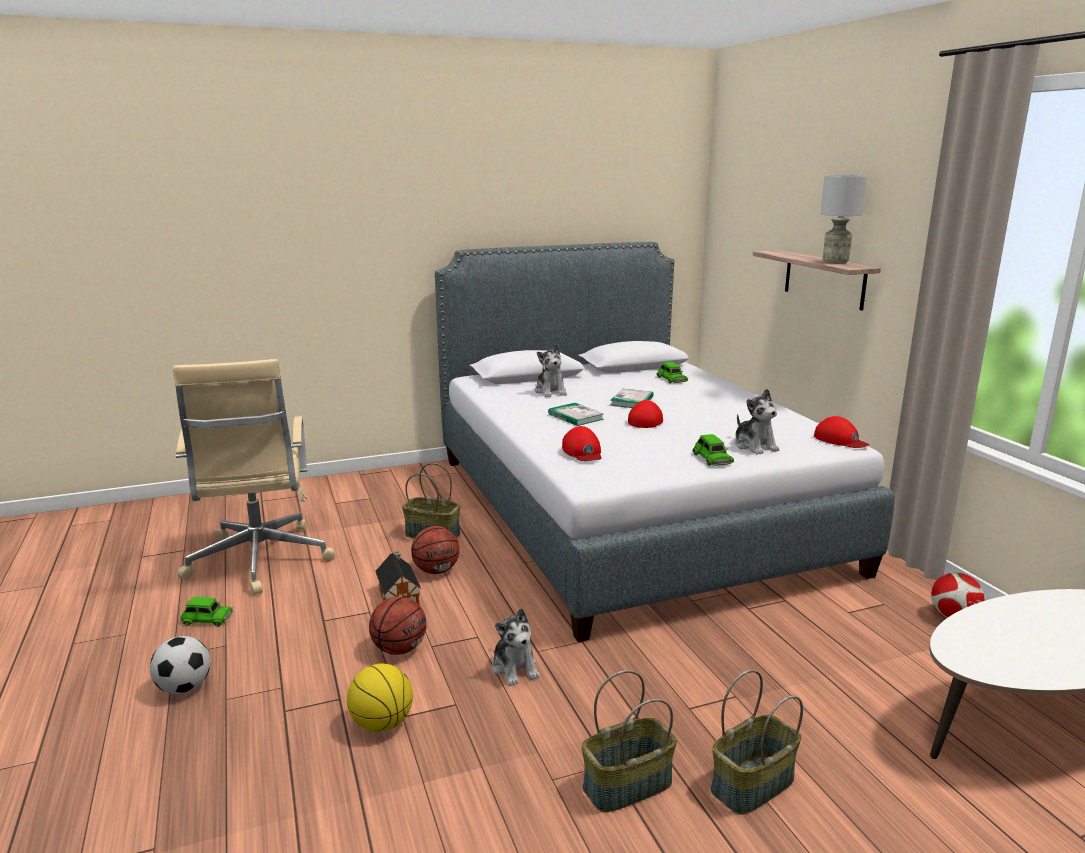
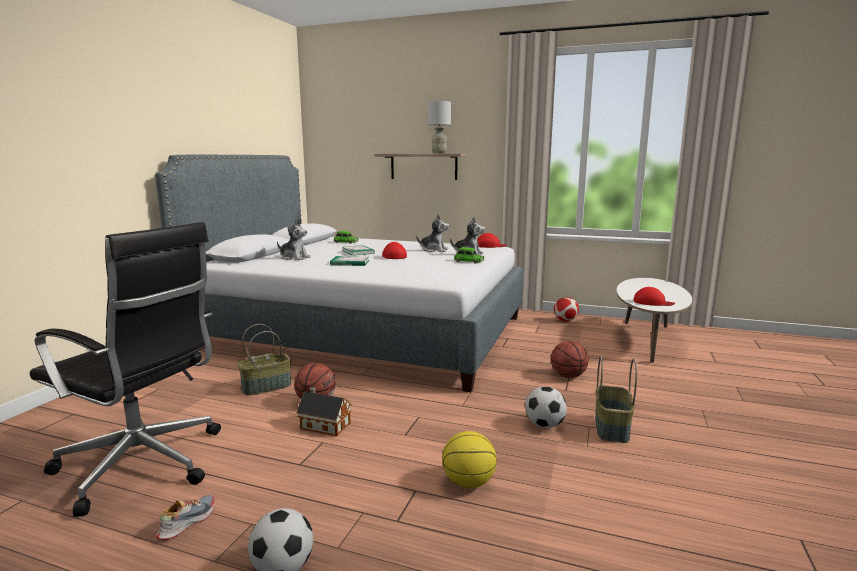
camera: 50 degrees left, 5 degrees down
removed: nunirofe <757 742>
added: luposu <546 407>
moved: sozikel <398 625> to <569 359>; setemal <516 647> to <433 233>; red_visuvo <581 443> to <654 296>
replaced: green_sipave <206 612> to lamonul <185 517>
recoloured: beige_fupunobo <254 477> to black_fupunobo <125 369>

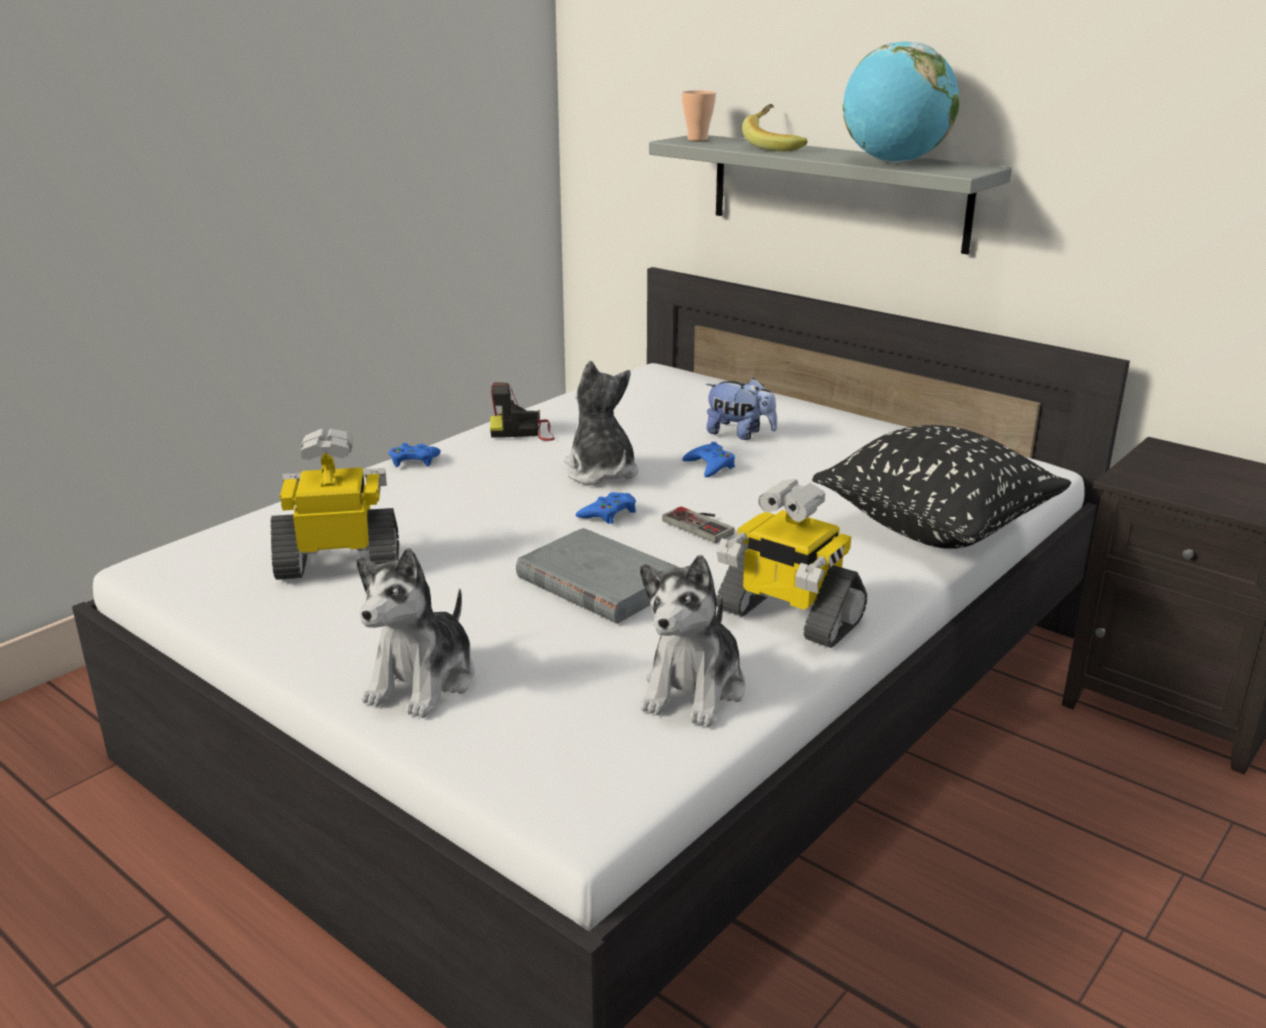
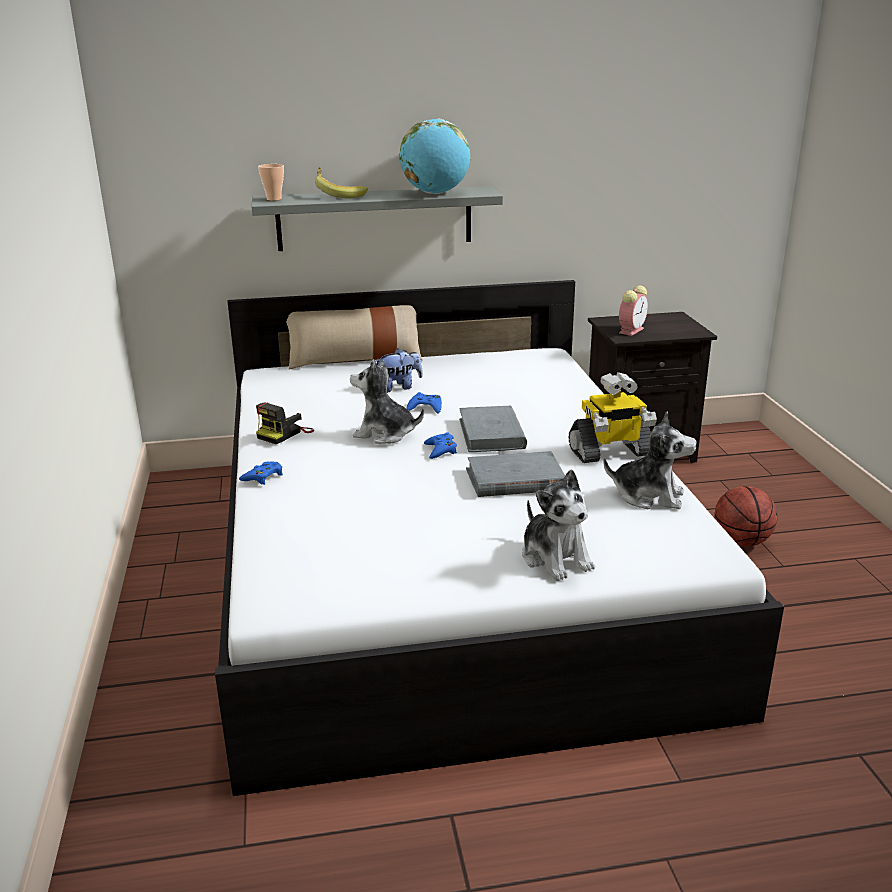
camera: 50 degrees left, 0 degrees up
removed: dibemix <335 504>; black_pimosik <941 487>
added: beige_pimosik <354 337>; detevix <633 311>; sozikel <746 516>
replaced: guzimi <698 525> to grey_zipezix <493 429>
turned: setemal <693 641> = <650 460> 45 degrees counterclockwise

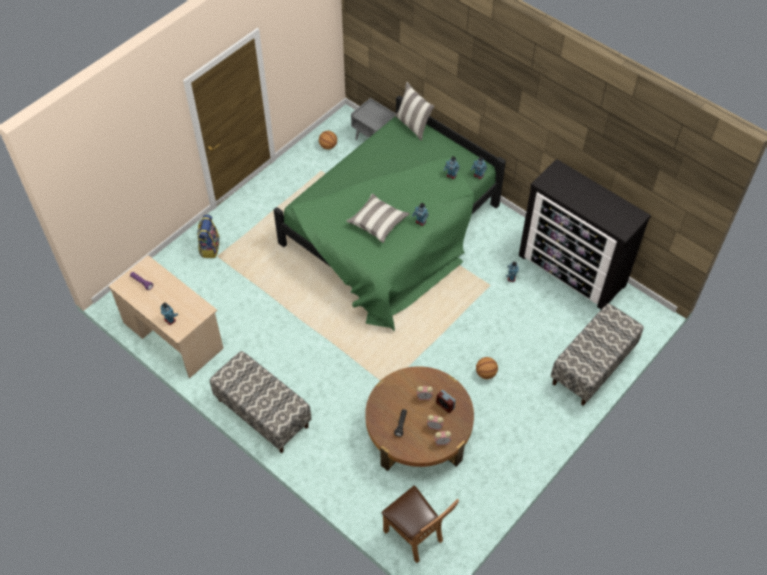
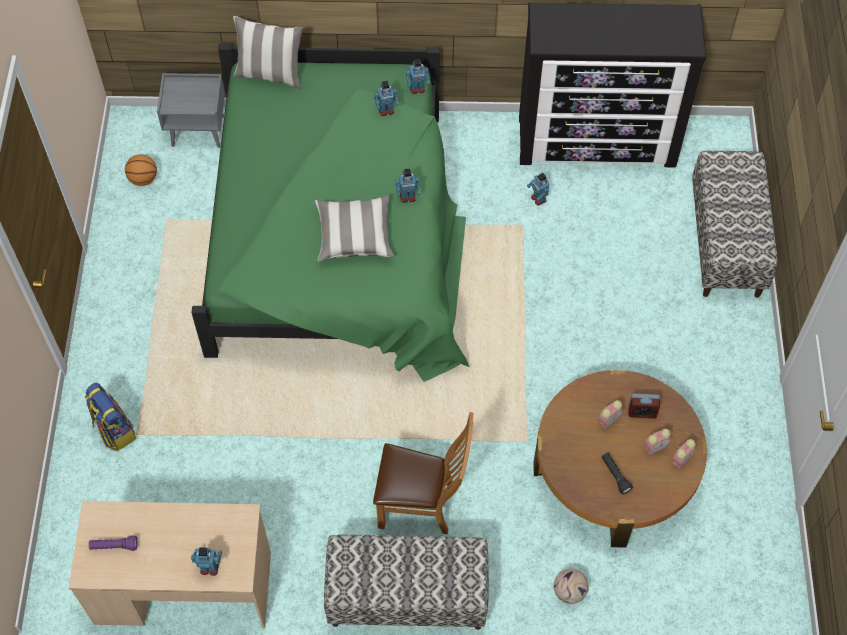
camera: 40 degrees left, 5 degrees up
removed: sozikel <487 368>
added: luposu <571 586>
moved: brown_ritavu <420 524> to <423 473>

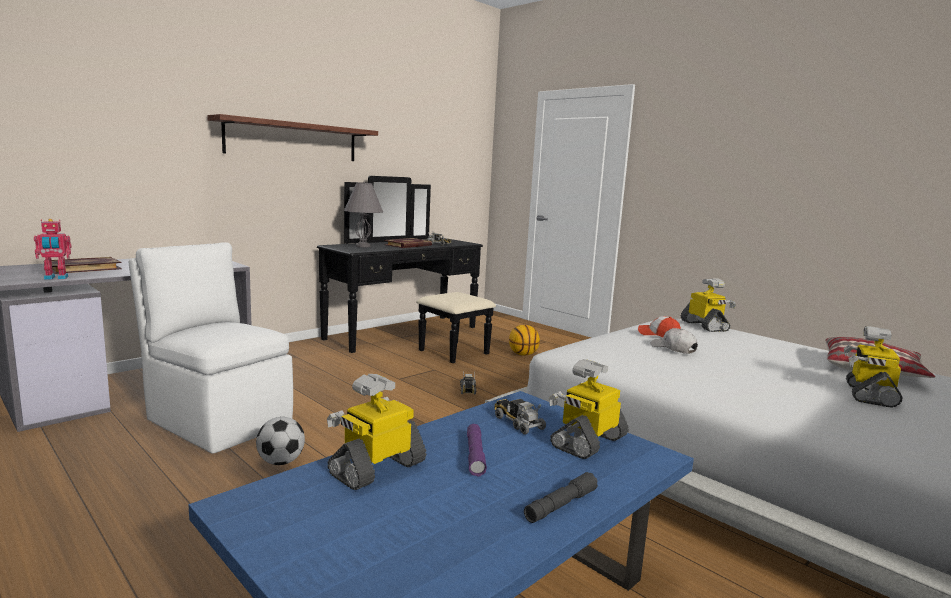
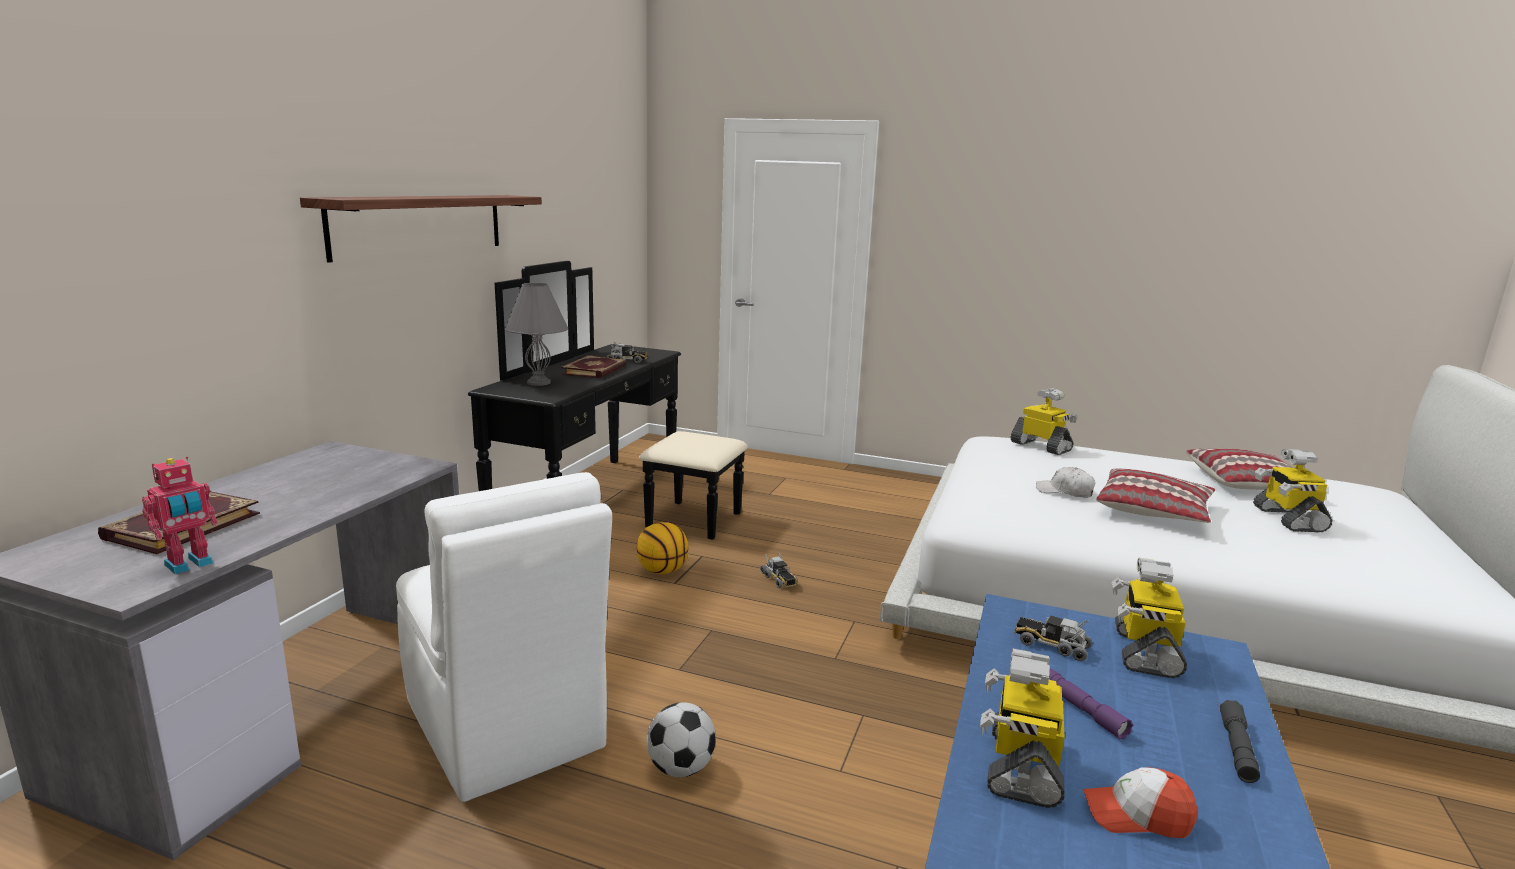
camera: 25 degrees left, 5 degrees up
added: pimosik <1155 496>
moved: sozikel <524 340> to <662 548>; visuvo <659 326> to <1140 802>
turned: white_ritavu <211 347> = <504 637> 135 degrees counterclockwise

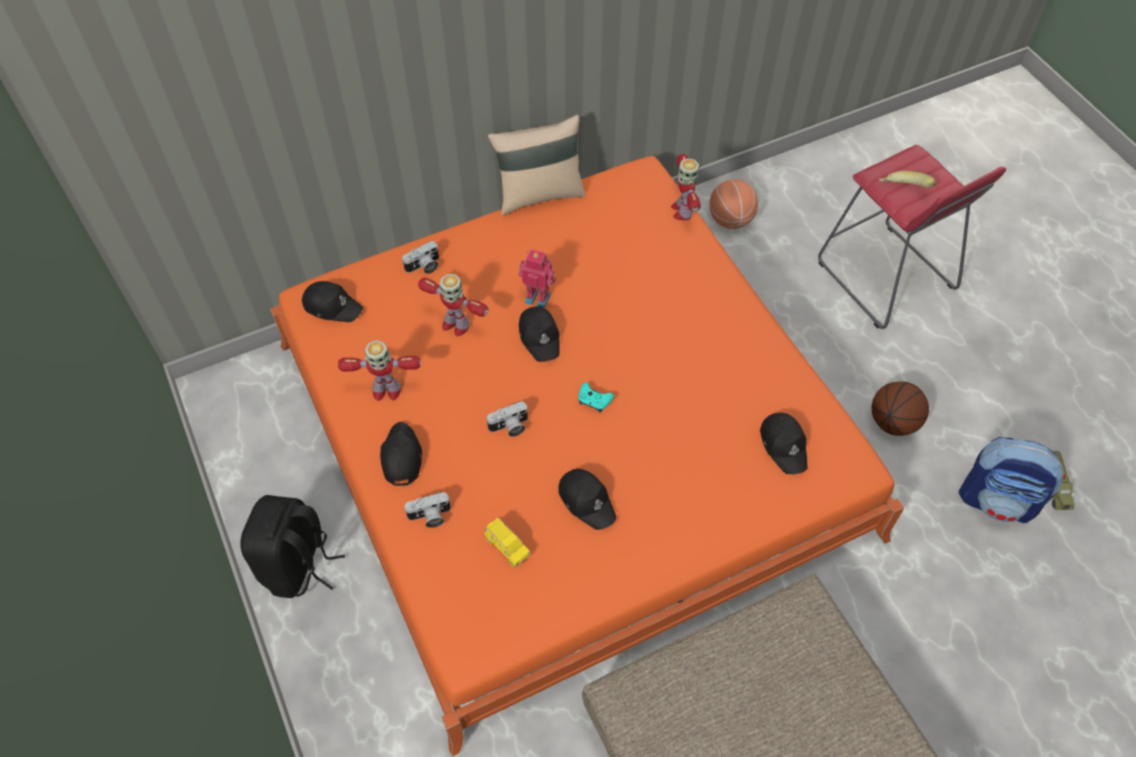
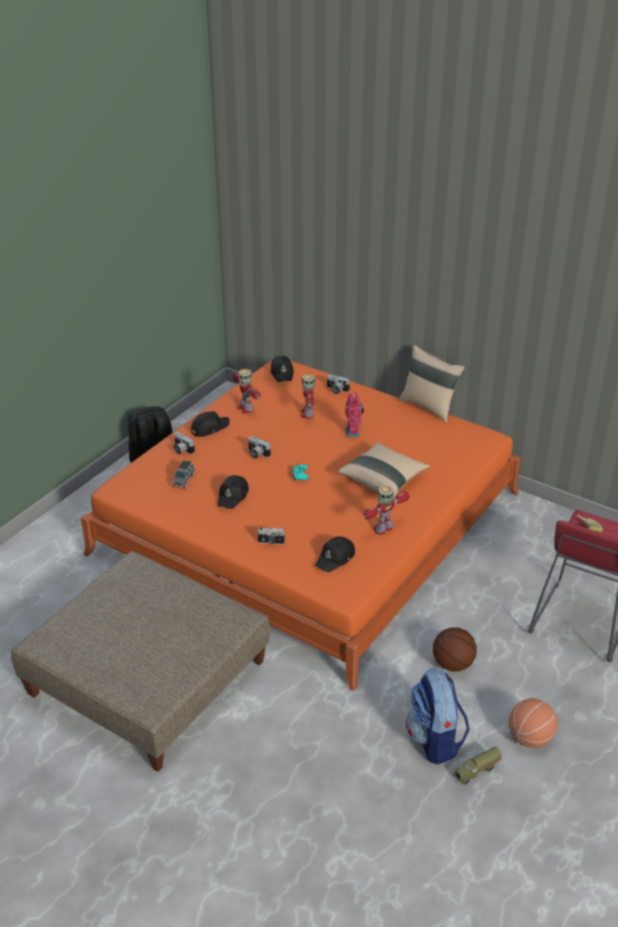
camera: 60 degrees right, 20 degrees down
removed: black_visuvo <539 334>
added: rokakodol <271 536>; beige_pimosik <384 470>
moved: dibemix <686 187> to <386 510>; sozikel <733 204> to <533 723>
recoloured: yellow_sipave <507 542> to grey_sipave <184 474>

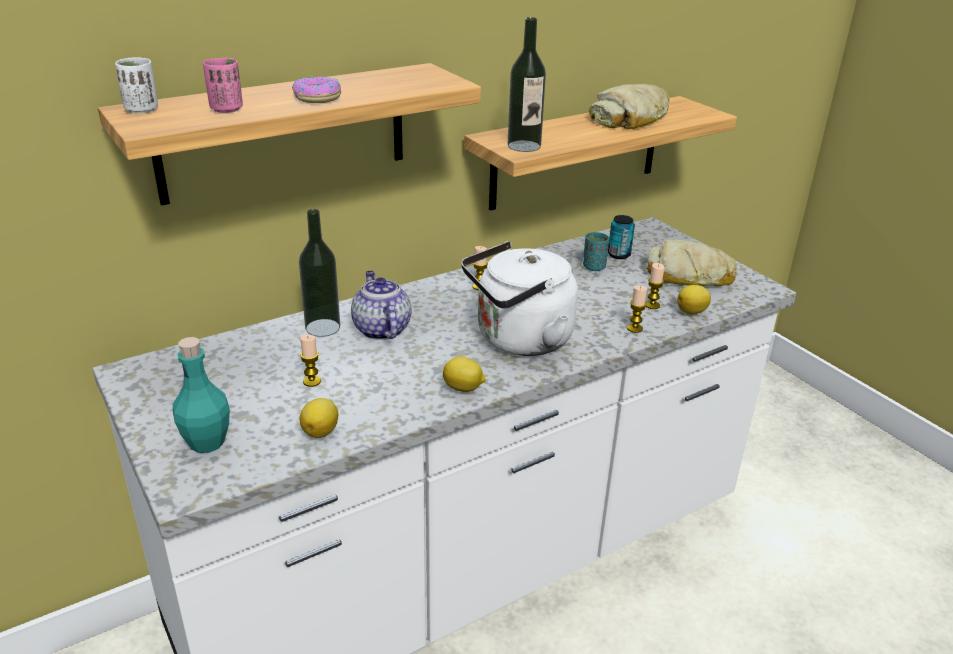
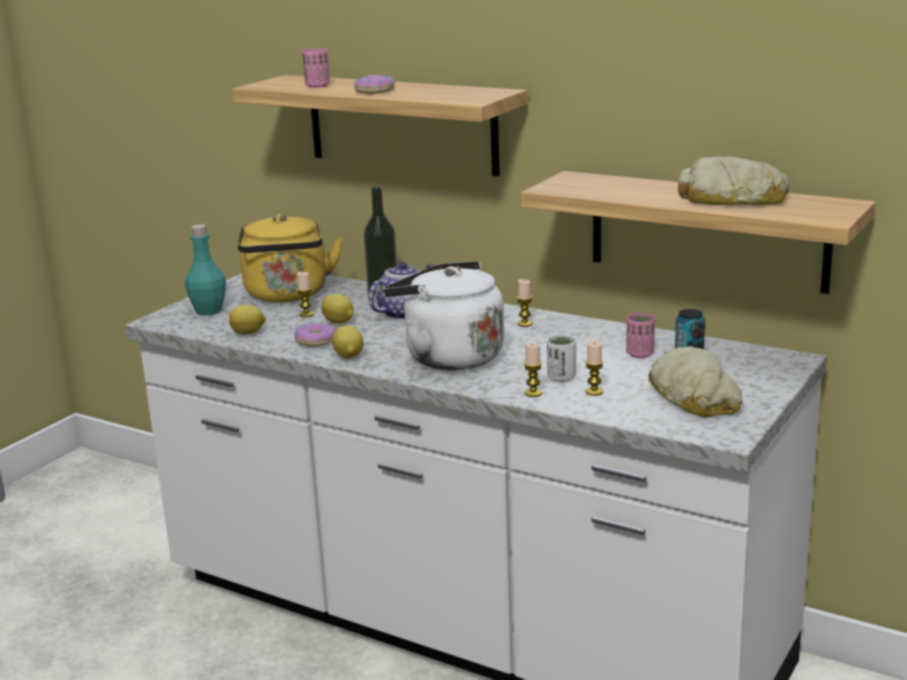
camera: 65 degrees right, 10 degrees down
removed: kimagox <527 84>
added: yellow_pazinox <290 258>; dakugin <315 335>
moved: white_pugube <136 85> to <561 358>; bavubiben <694 299> to <337 309>
recoloured: turquoise_pugube <596 251> to pink_pugube <640 335>

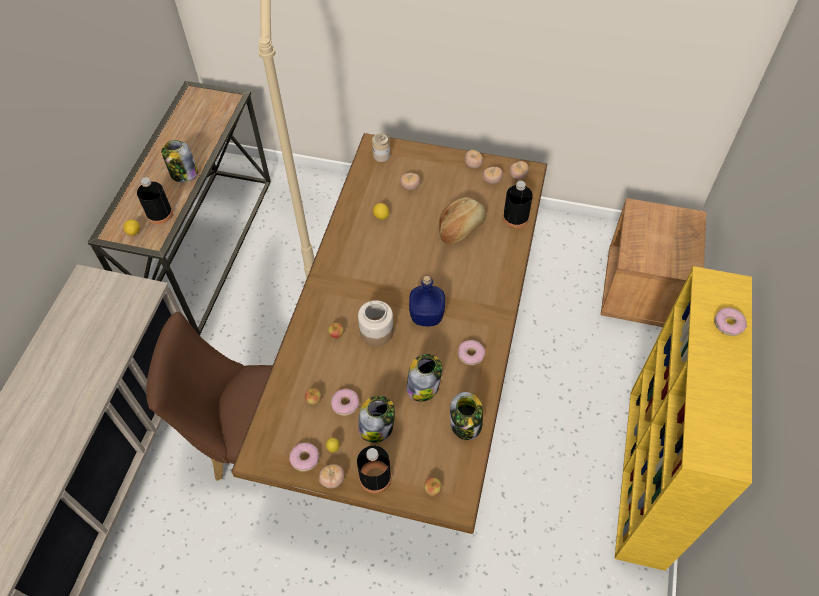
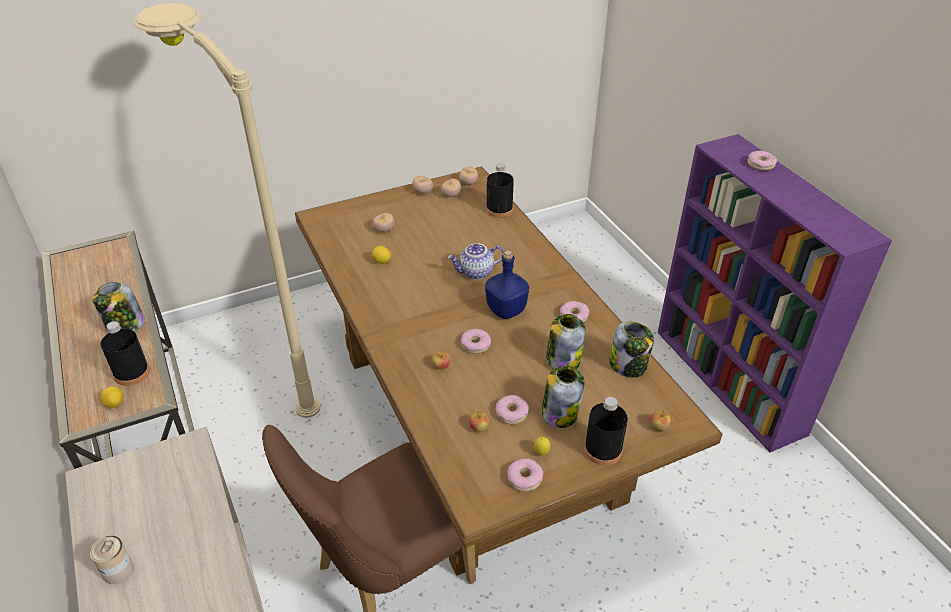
camera: 40 degrees left, 15 degrees down
removed: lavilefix <332 476>; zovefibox <463 221>; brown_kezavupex <653 262>
added: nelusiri <476 261>
moved: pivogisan <381 147> to <112 559>
replaced: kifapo <376 323> to dakugin <476 341>
recoloured: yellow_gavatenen <683 418> to purple_gavatenen <775 293>

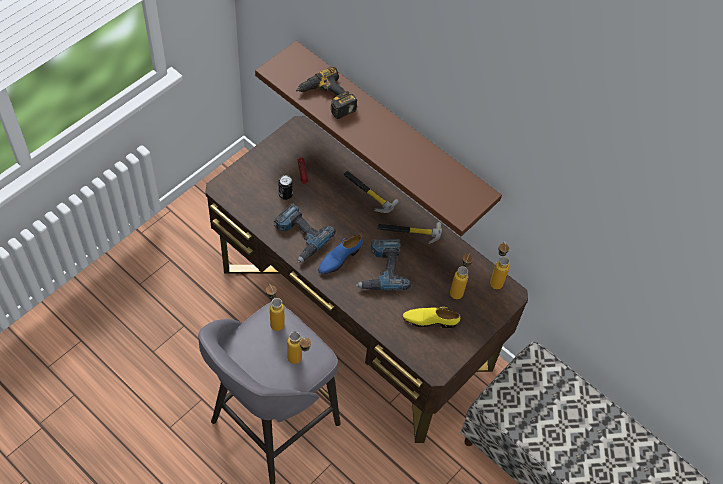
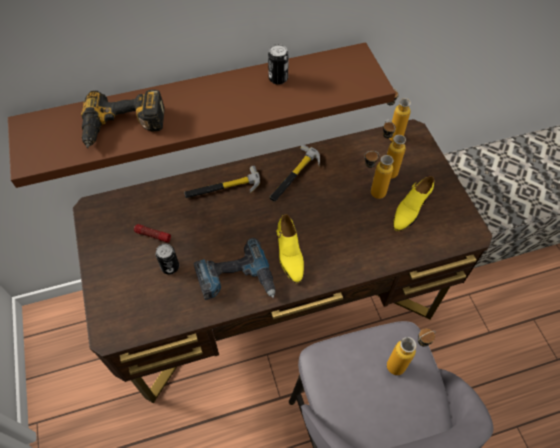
camera: 55 degrees left, 0 degrees up
removed: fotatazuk <383 265>
added: pivogisan <278 64>
moved: kimagox <275 307> to <379 175>
recoloured: blue_lamonul <340 254> to yellow_lamonul <290 248>

